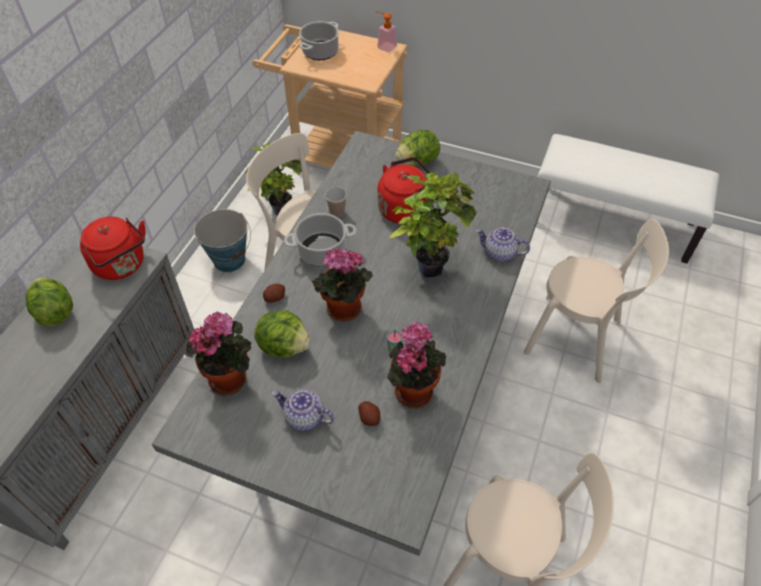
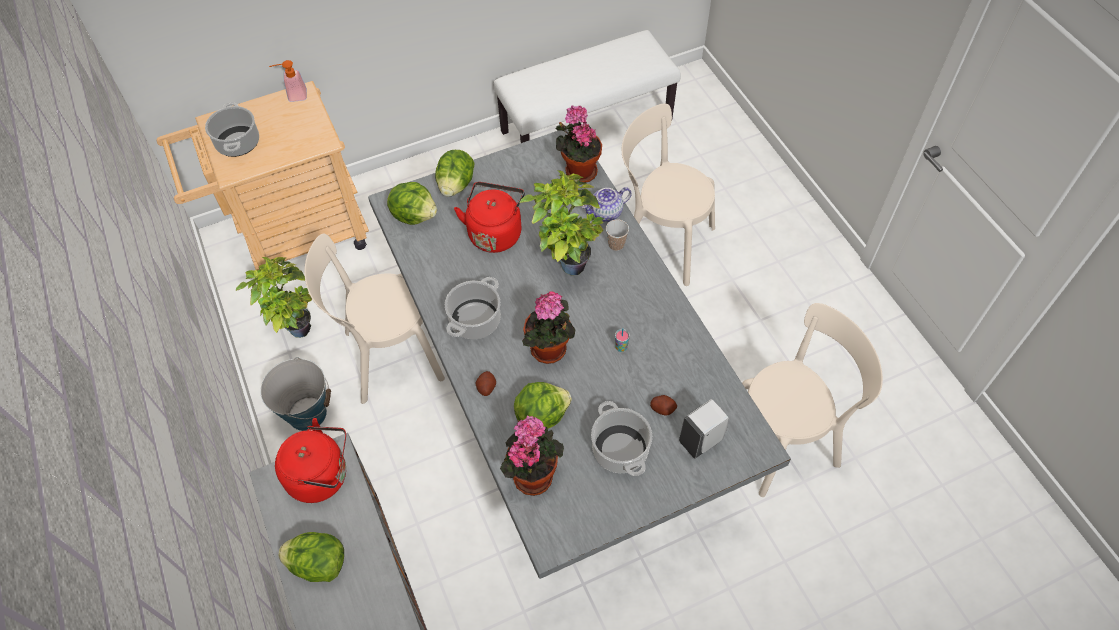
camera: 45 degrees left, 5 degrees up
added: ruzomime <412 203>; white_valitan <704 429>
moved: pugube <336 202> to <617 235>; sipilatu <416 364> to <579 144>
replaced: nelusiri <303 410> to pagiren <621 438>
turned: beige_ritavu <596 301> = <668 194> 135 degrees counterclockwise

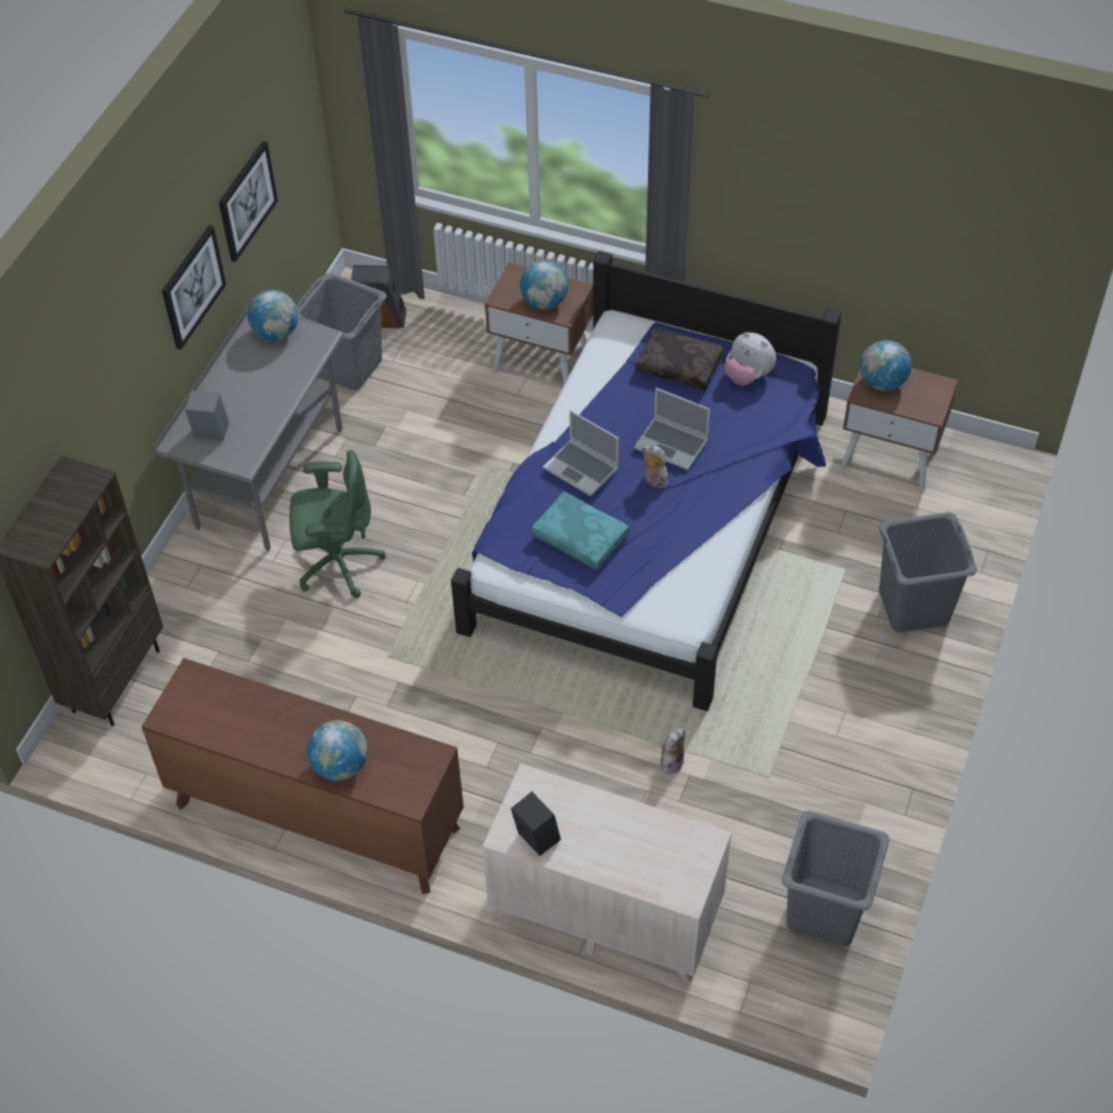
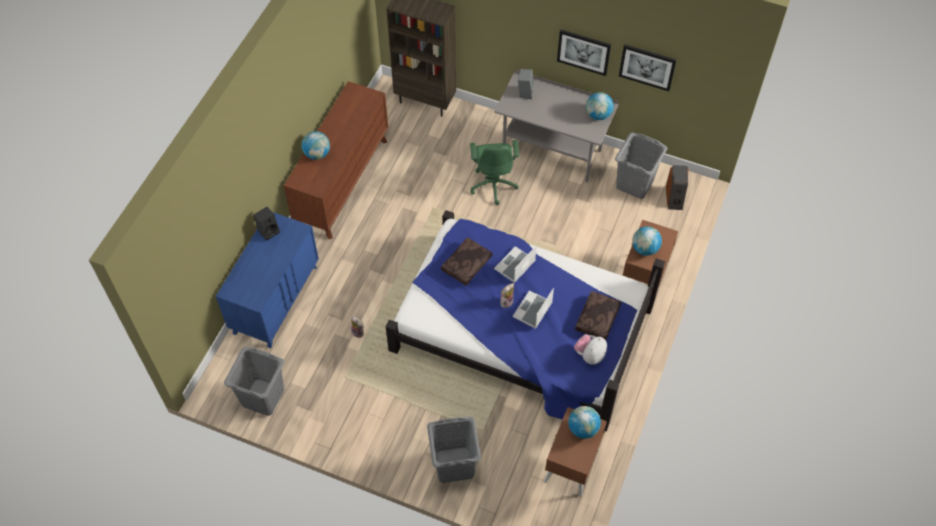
camera: 90 degrees right, 5 degrees up
recoloured: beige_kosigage <607 874> to blue_kosigage <267 280>; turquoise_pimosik <580 531> to brown_pimosik <467 261>

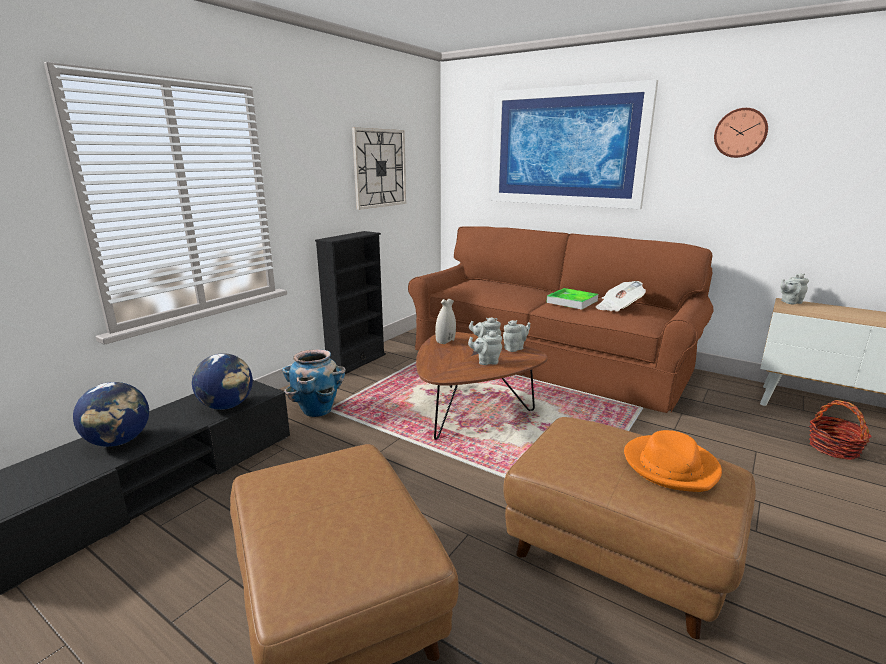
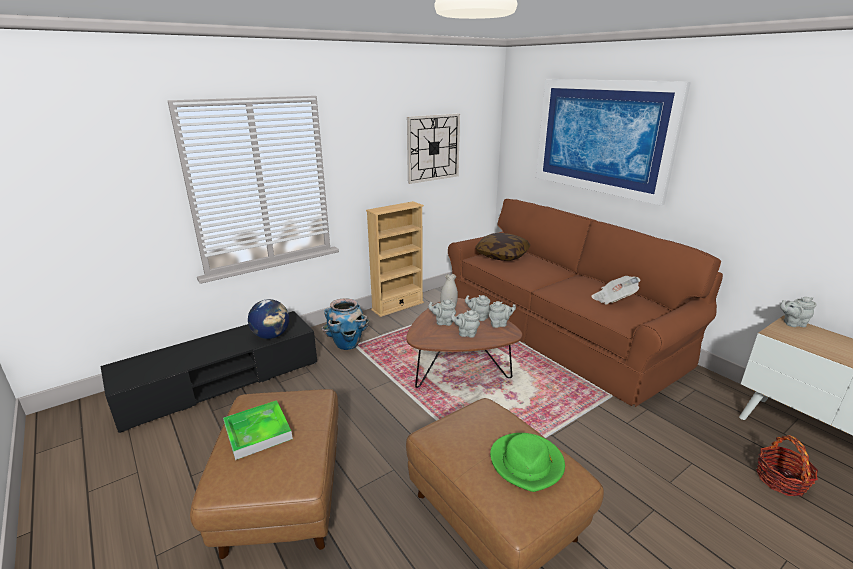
camera: 20 degrees right, 5 degrees up
removed: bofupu <111 414>; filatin <741 133>
added: grey_nelusiri <442 312>; pimosik <502 247>
moved: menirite <572 299> to <258 430>
recoloured: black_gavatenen <350 302> to beige_gavatenen <395 259>; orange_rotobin <673 461> to green_rotobin <527 462>

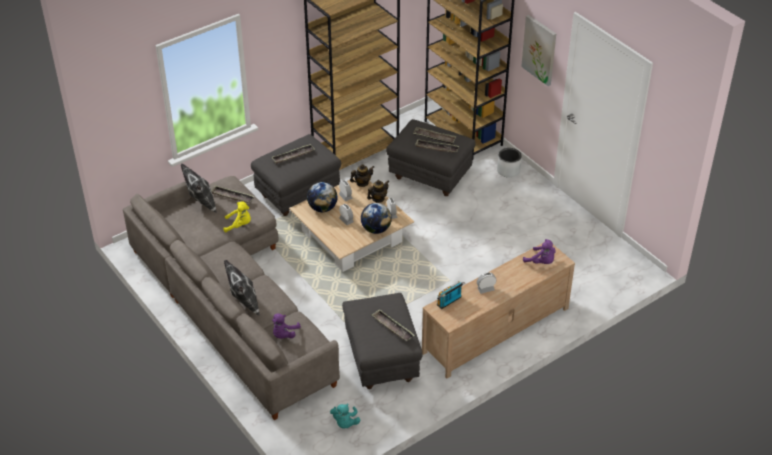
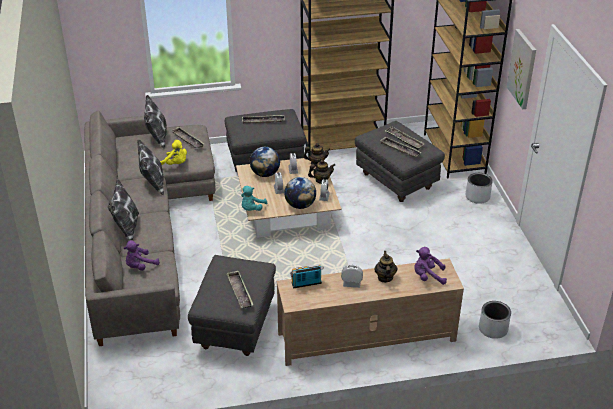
camera: 25 degrees right, 5 degrees down
added: pimosik <151 167>; nelusiri <385 267>; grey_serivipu <495 320>
moved: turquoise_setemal <345 416> to <254 198>
turned: purple_setemal <539 251> = <430 266> 120 degrees clockwise

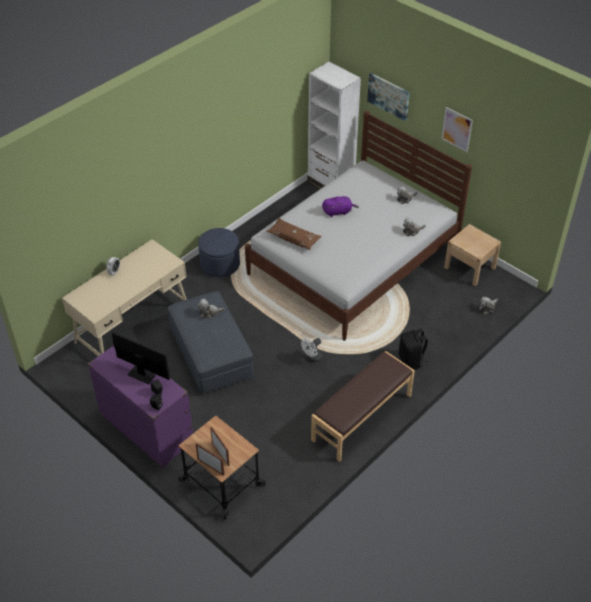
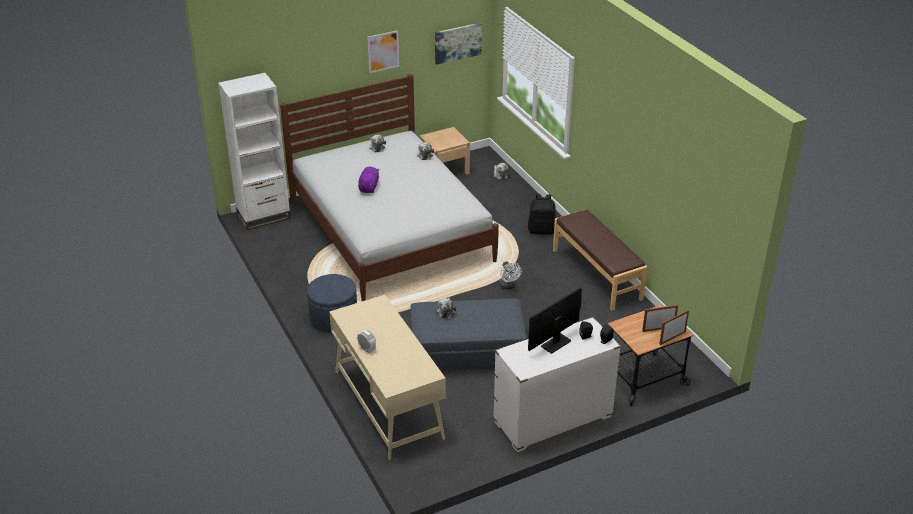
camera: 70 degrees left, 10 degrees down
removed: brown_pimosik <294 234>
moved: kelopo <388 97> to <458 44>
recoloured: purple_kosigage <140 407> to white_kosigage <557 384>

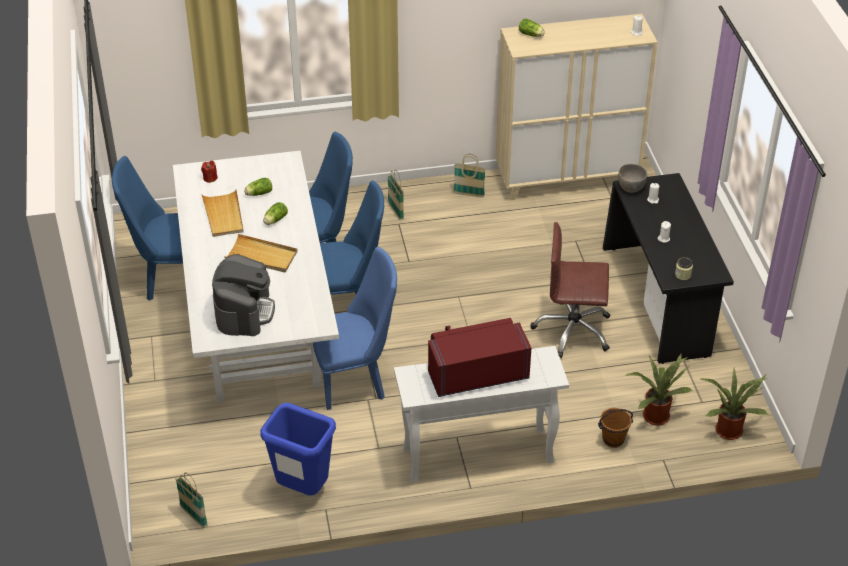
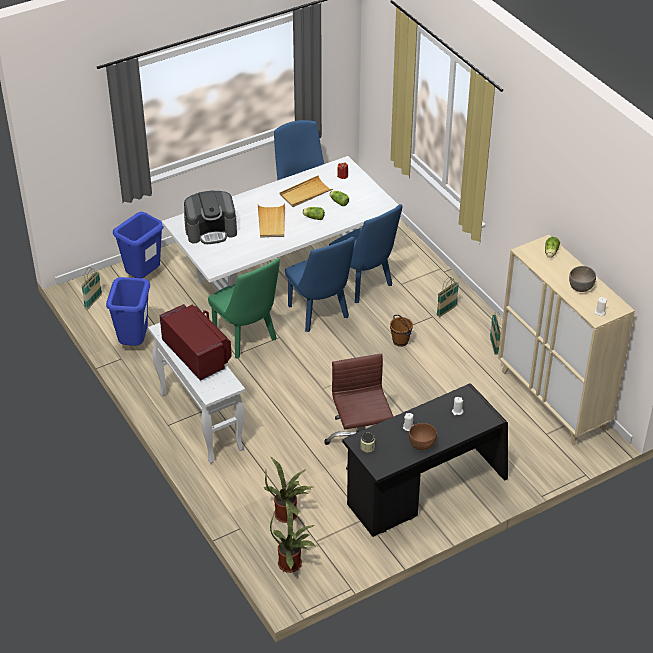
camera: 70 degrees right, 0 degrees up
added: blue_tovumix <138 245>; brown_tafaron <423 436>
moved: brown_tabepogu <615 428> to <401 331>; grey_tafaron <632 178> to <582 279>
recoloured: blue_ritavu <355 328> to green_ritavu <244 308>

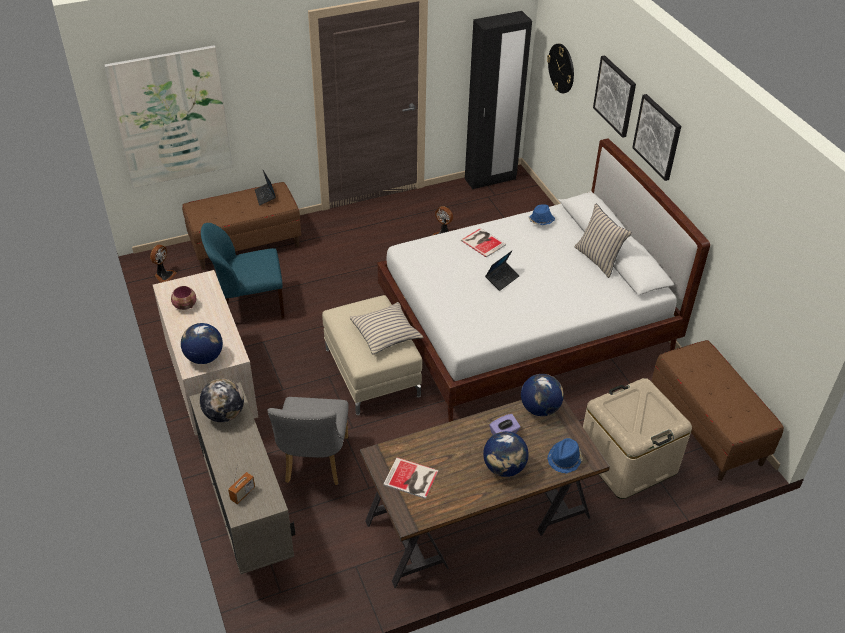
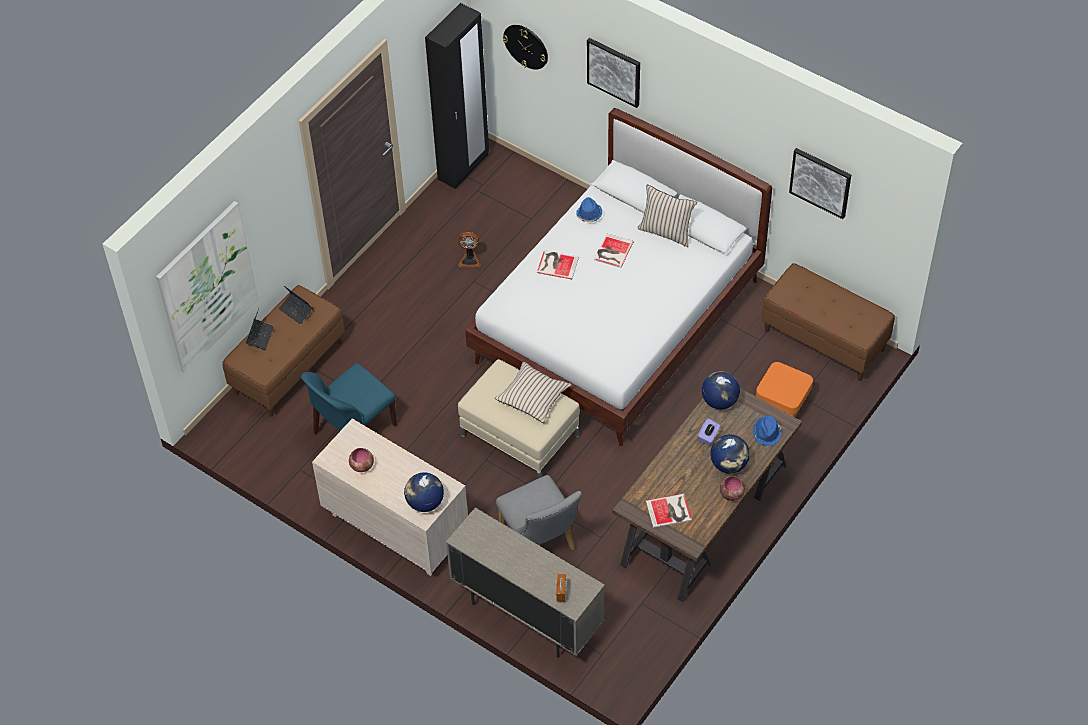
camera: 30 degrees left, 10 degrees up
removed: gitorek <163 264>; bofupu <222 400>
added: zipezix <614 250>; tafaron <732 488>
moved: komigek <502 271> to <260 329>; kelopo <656 137> to <820 183>
replaced: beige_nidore <637 438> to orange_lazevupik <784 389>

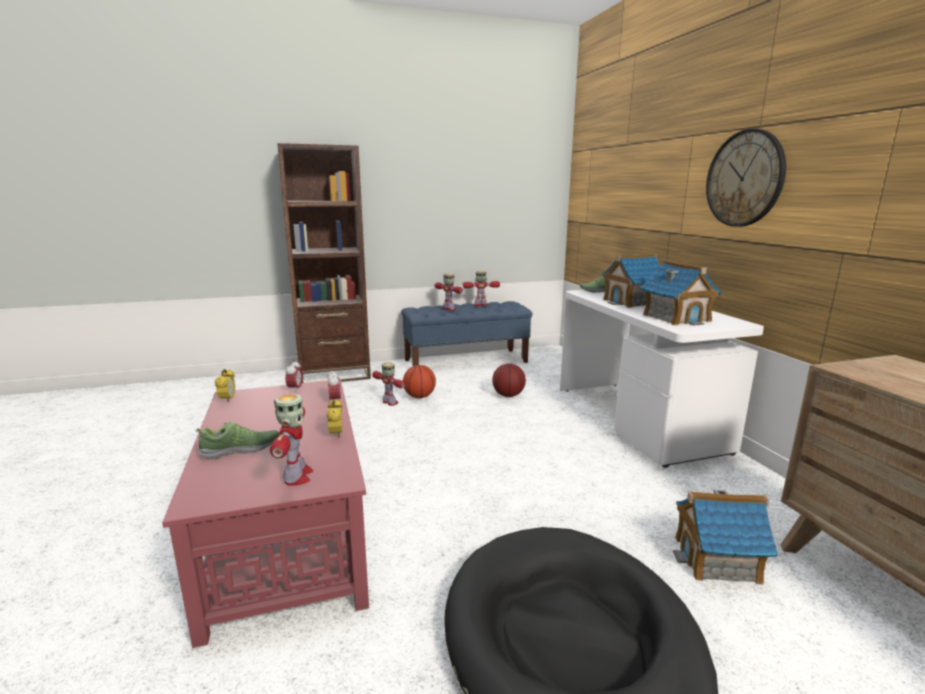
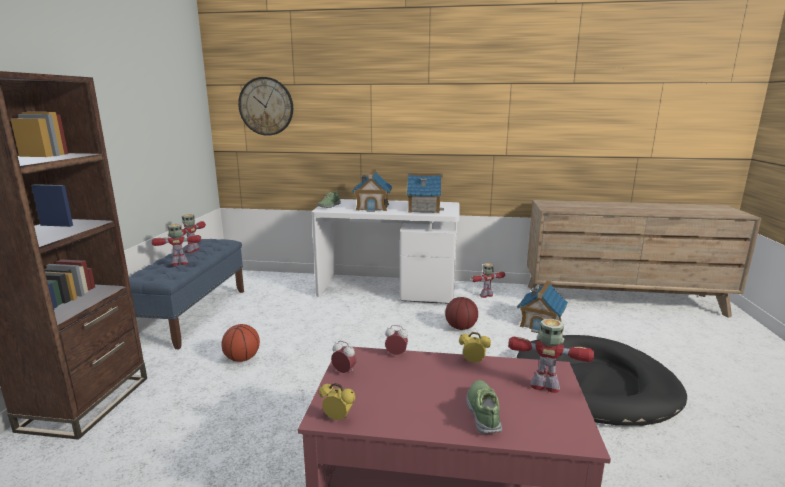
camera: 65 degrees left, 0 degrees up
moved: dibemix <388 384> to <488 280>; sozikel <509 380> to <461 313>; filatin <746 178> to <265 106>

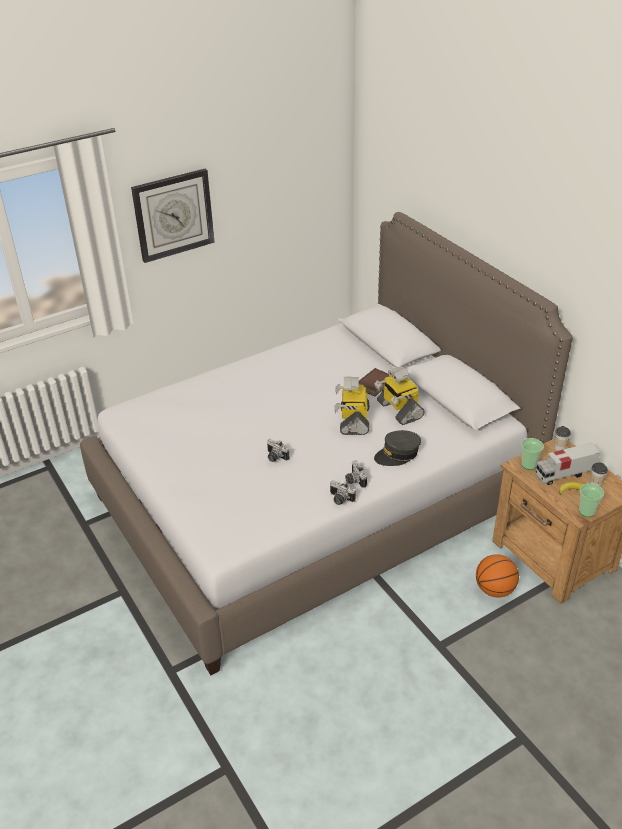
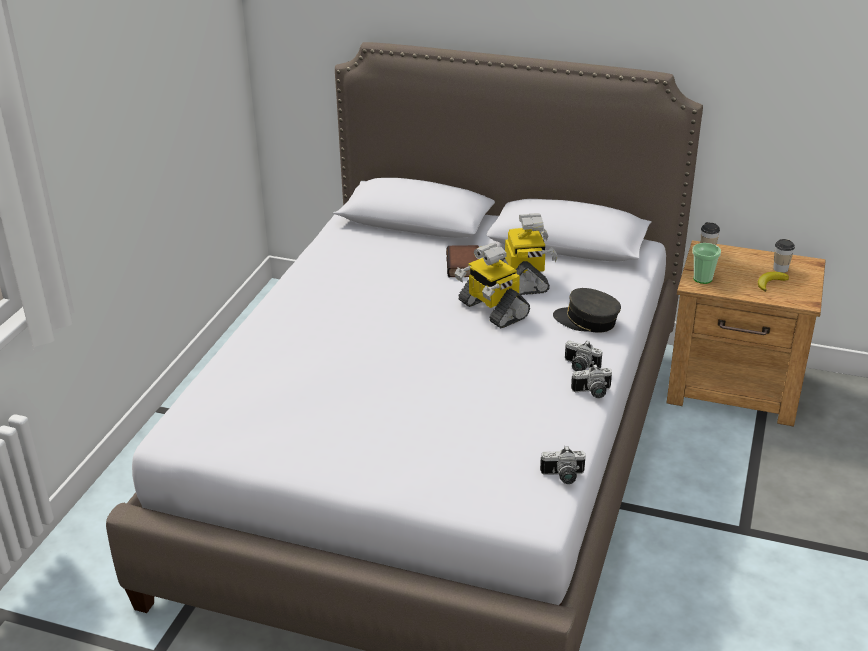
camera: 40 degrees left, 5 degrees down
removed: filatin <173 216>; sozikel <497 575>; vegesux <568 464>; pugube <591 500>
moved: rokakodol <278 450> to <563 465>
turned: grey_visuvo <397 448> = <587 310> 90 degrees clockwise; dibemix <400 395> = <529 254> 120 degrees counterclockwise

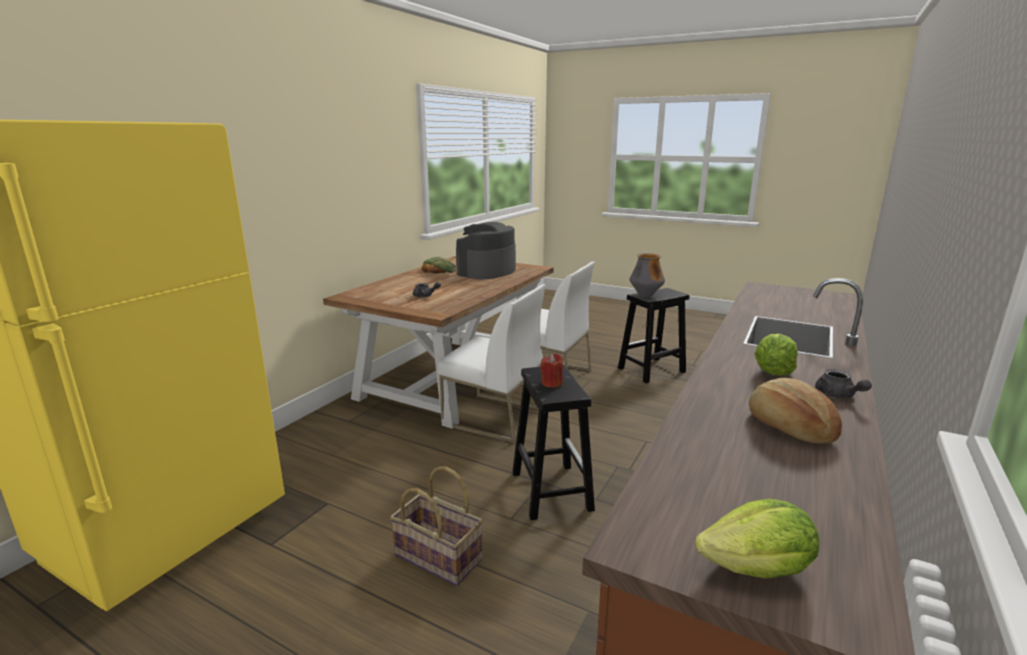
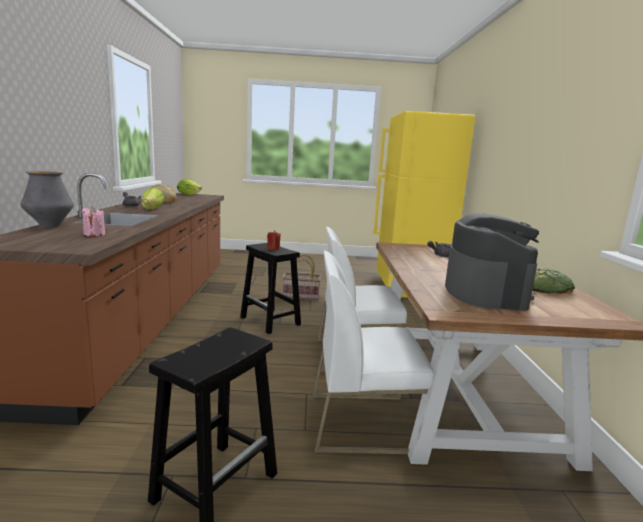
camera: 150 degrees right, 5 degrees down
added: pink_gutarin <93 222>
moved: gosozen <647 275> to <47 199>

